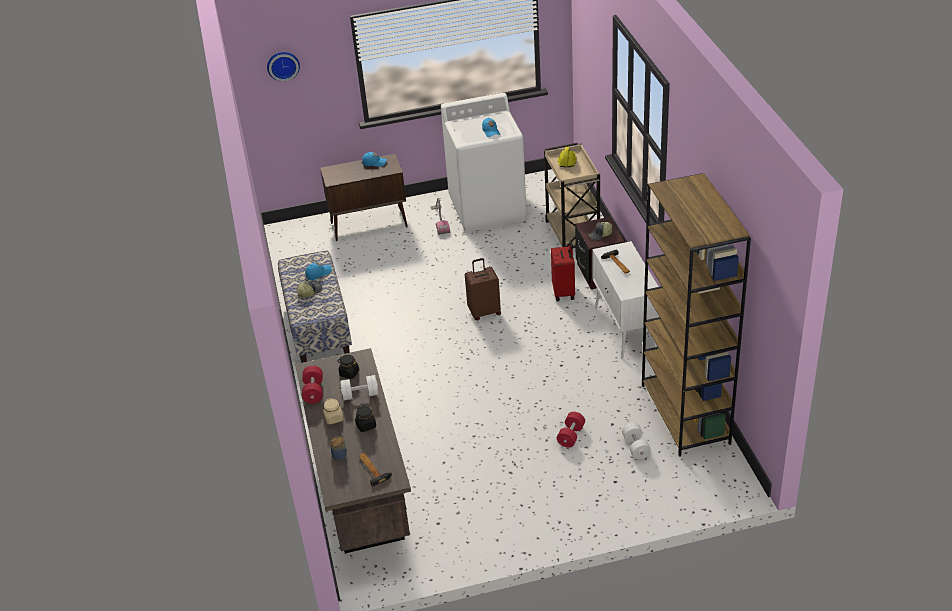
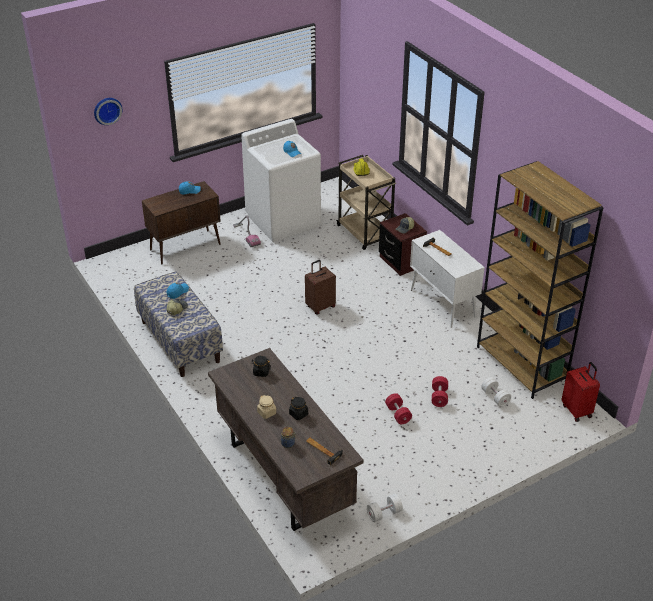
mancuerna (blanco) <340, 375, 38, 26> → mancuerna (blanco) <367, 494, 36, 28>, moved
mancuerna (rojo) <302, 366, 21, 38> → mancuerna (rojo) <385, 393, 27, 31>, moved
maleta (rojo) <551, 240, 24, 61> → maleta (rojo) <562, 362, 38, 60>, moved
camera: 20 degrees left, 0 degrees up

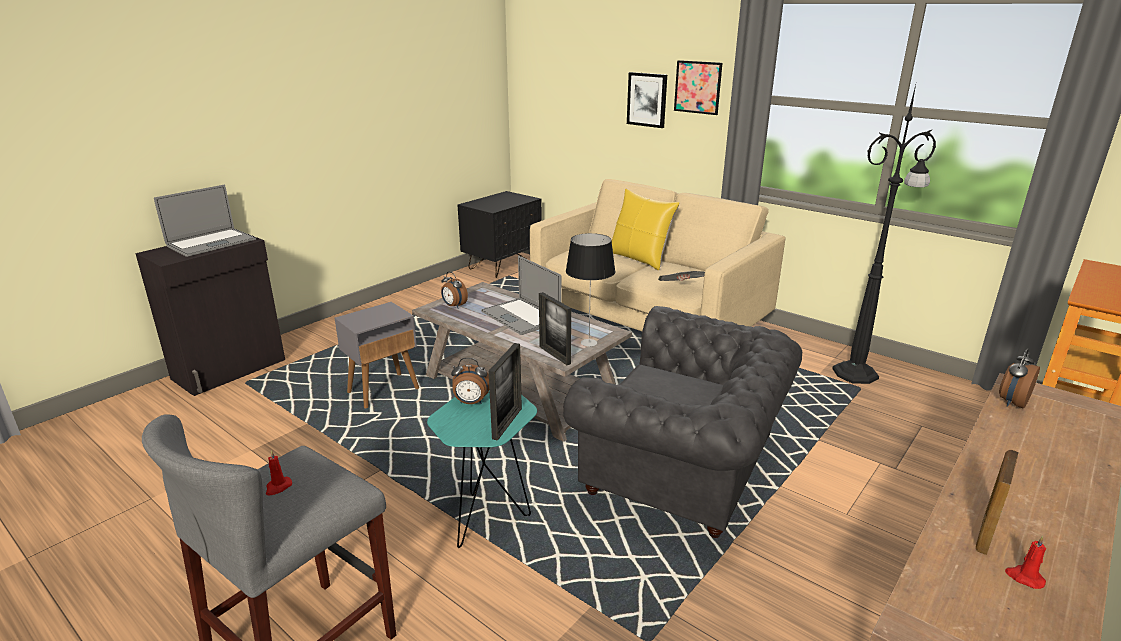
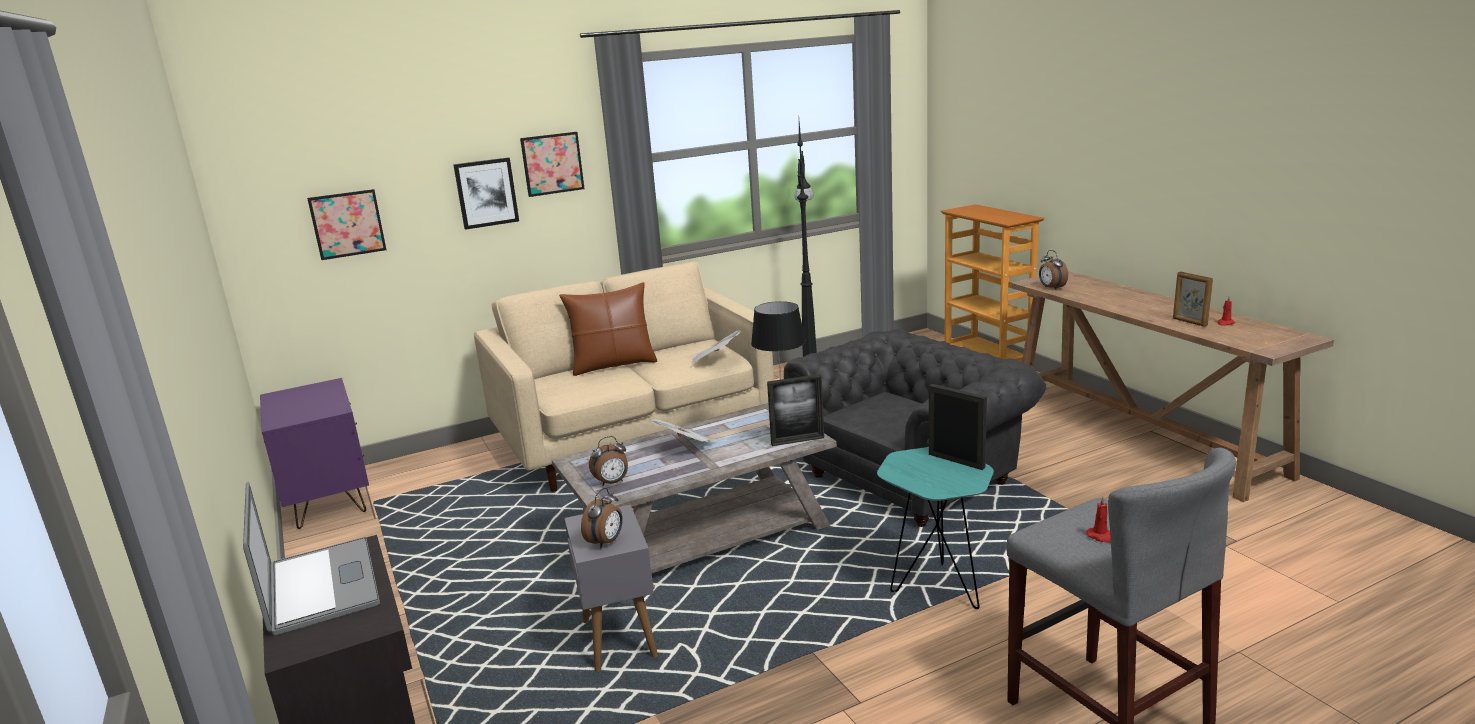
mesita de noche (negro) <458, 191, 84, 87> → mesita de noche (morado) <260, 378, 109, 151>
- → cuadro <307, 189, 79, 71>
cojín (amarillo) <612, 189, 67, 81> → cojín (marrón) <559, 282, 98, 94>
despertador <451, 358, 38, 46> → despertador <581, 488, 42, 60>, moved
portátil <481, 256, 81, 79> → periódico <650, 419, 69, 23>
camera: 65 degrees left, 5 degrees down

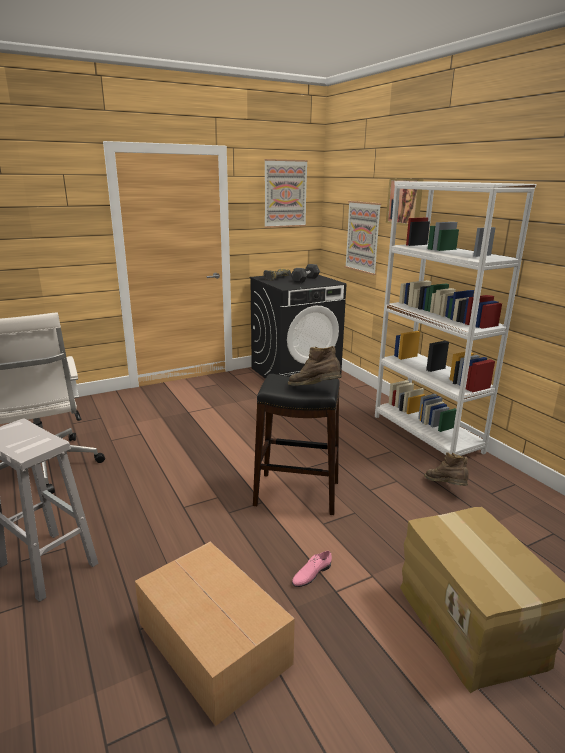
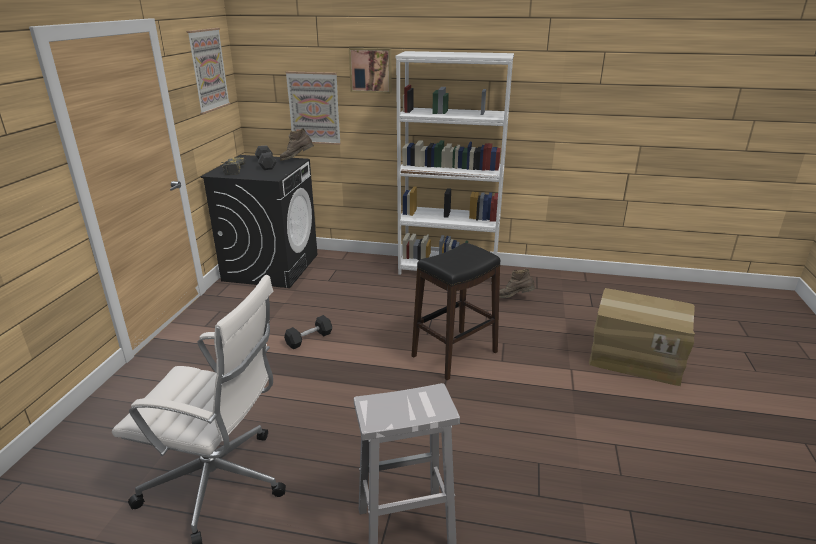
bota (marrón) <288, 346, 54, 40> → bota (marrón) <280, 128, 34, 33>, moved
- → mancuerna (negro) <284, 315, 48, 34>
caja de cartón <135, 542, 160, 184> → -
zapato (rosa) <292, 551, 40, 36> → -
camera: 50 degrees left, 5 degrees up

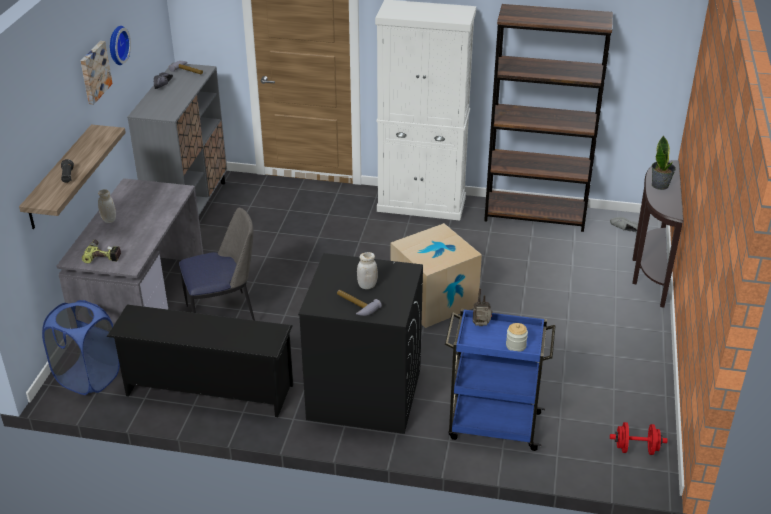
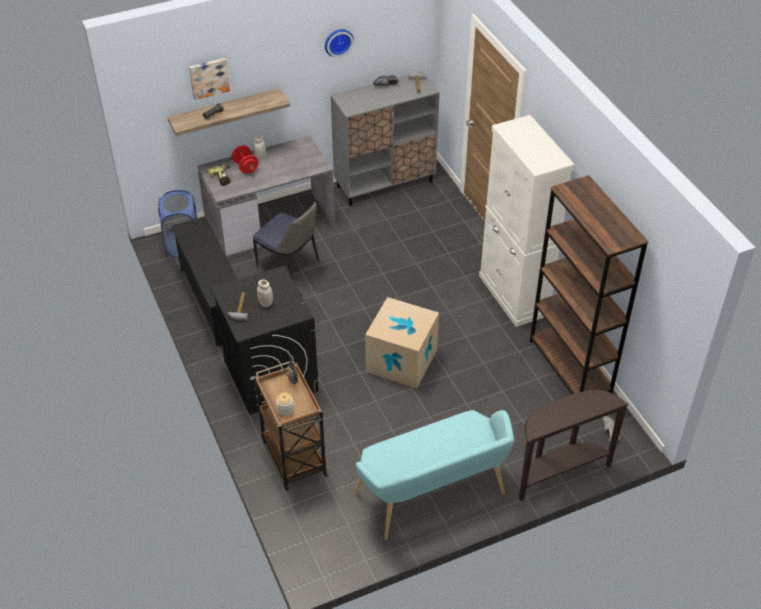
cuadro <81, 41, 32, 64> → cuadro <189, 58, 41, 42>, moved
mancuerna (rojo) <610, 422, 57, 33> → mancuerna (rojo) <232, 145, 26, 28>, moved
carrito (azul) <445, 309, 110, 142> → carrito (marrón) <254, 361, 74, 130>
- → banco (turquesa) <354, 410, 161, 130>
planta en maceta <652, 135, 24, 55> → -
camera: 55 degrees right, 10 degrees up

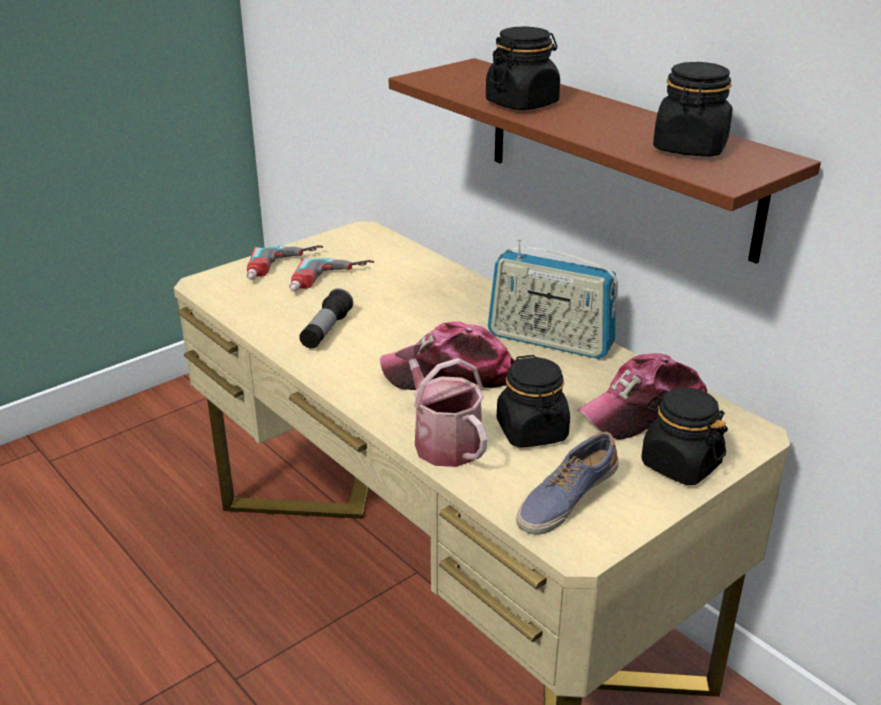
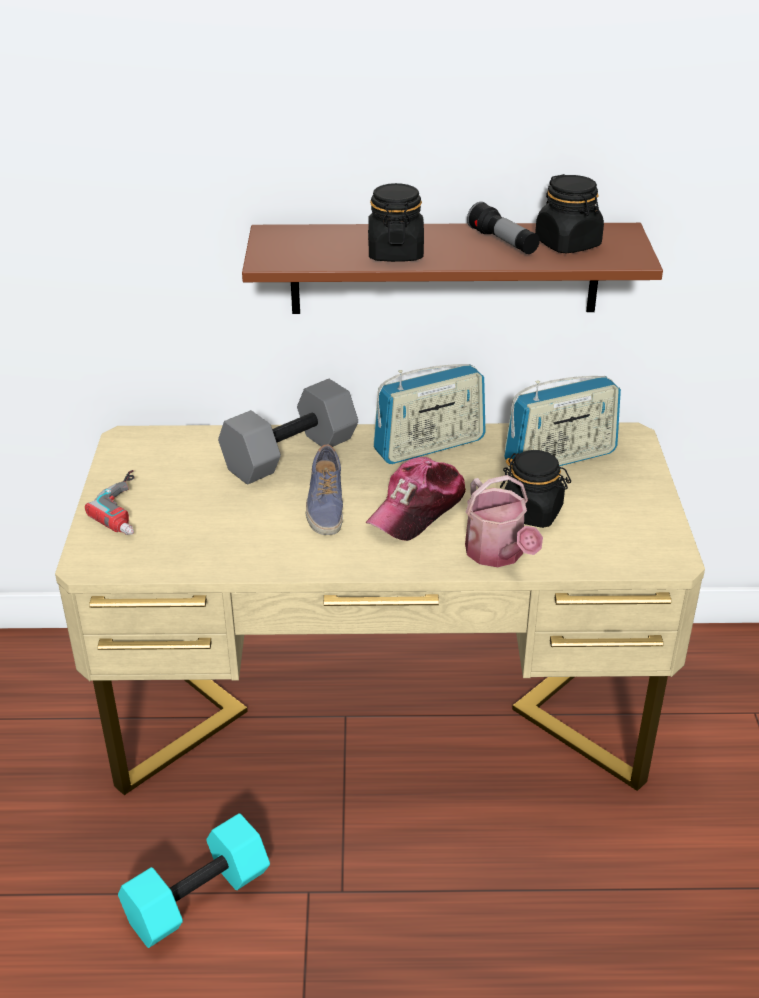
- → mancuerna (turquesa) <118, 813, 152, 135>
- → mancuerna (gris) <218, 379, 140, 106>
zapato <516, 432, 103, 103> → zapato <305, 444, 38, 91>, moved
regadera <395, 344, 92, 123> → regadera <465, 475, 78, 92>, 120 degrees counterclockwise
linterna <299, 288, 54, 61> → linterna <467, 202, 73, 52>, moved
gorra <577, 353, 130, 86> → radio <504, 376, 117, 90>
taladro <289, 258, 85, 34> → -
tarro (negro) <641, 388, 87, 97> → -
camera: 50 degrees left, 5 degrees up

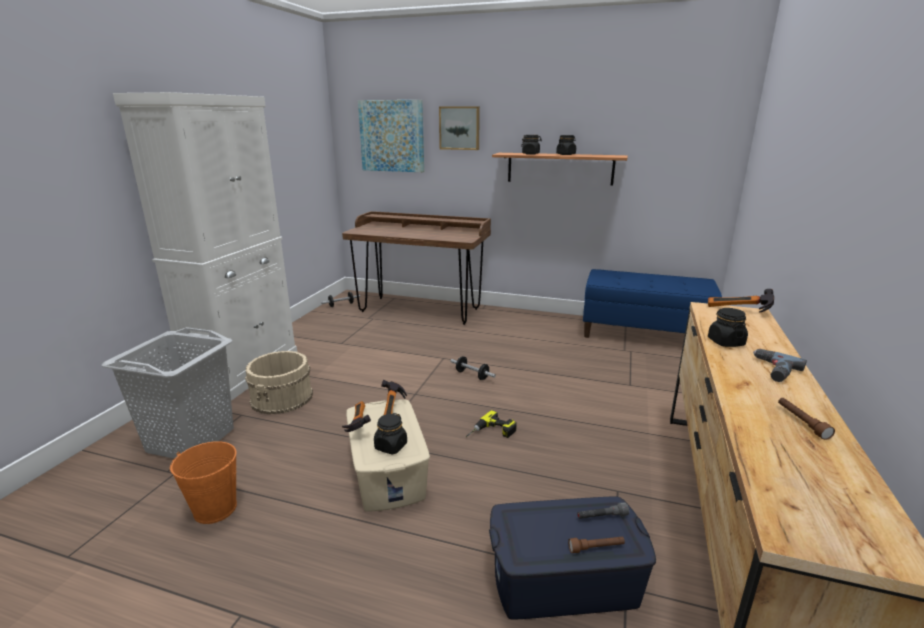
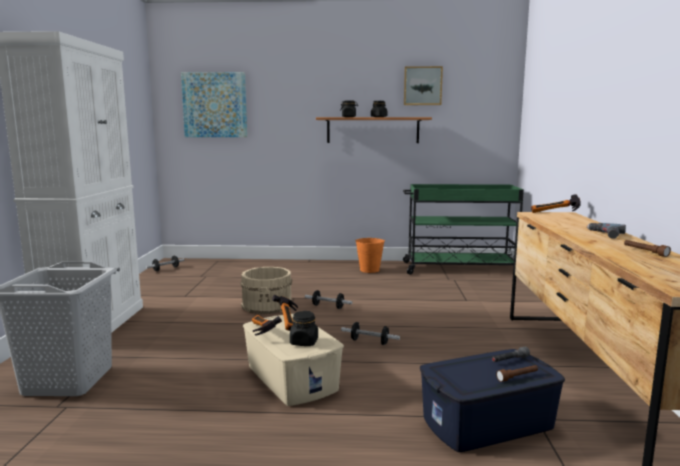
cubo (beis) <245, 351, 68, 64> → cubo (beis) <240, 267, 53, 47>, moved
taladro <466, 410, 51, 28> → mancuerna <341, 322, 59, 23>
cubo (naranja) <170, 441, 67, 83> → cubo (naranja) <355, 238, 30, 35>, moved
banco (azul) <583, 269, 139, 69> → carrito (verde) <403, 184, 121, 90>
cuadro <439, 106, 41, 44> → cuadro <404, 66, 39, 39>, moved
escritorio (marrón) <342, 211, 149, 114> → -
tarro (negro) <708, 308, 40, 39> → -
camera: 15 degrees left, 10 degrees down

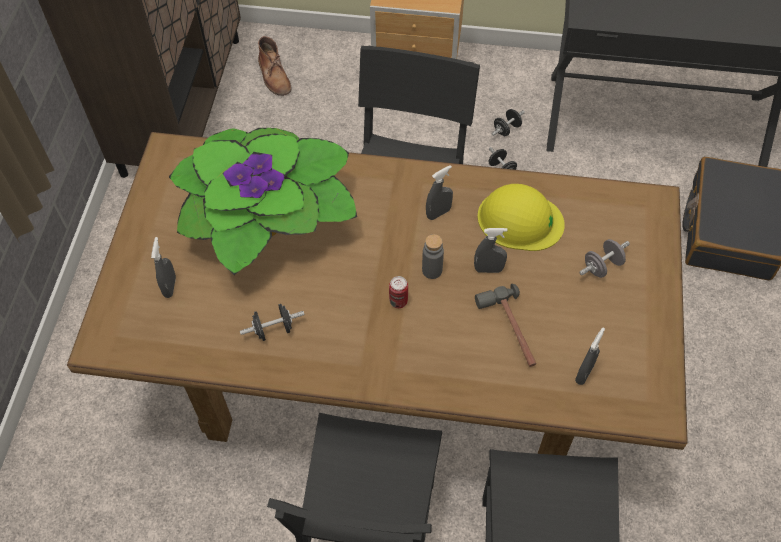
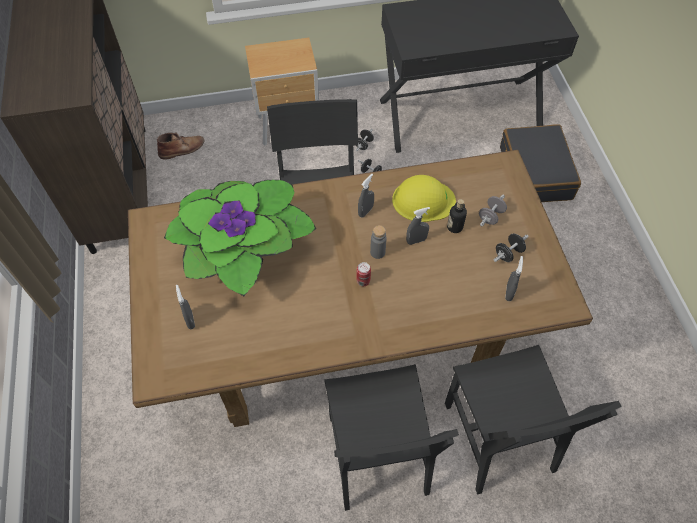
bota (marrón) <258, 36, 33, 60> → bota (marrón) <157, 132, 48, 27>, 75 degrees counterclockwise
- → botella <447, 199, 20, 34>
mancuerna (negro) <240, 304, 65, 37> → mancuerna (negro) <494, 233, 35, 29>, moved
martillo <475, 284, 61, 83> → -
camera: 20 degrees left, 0 degrees up

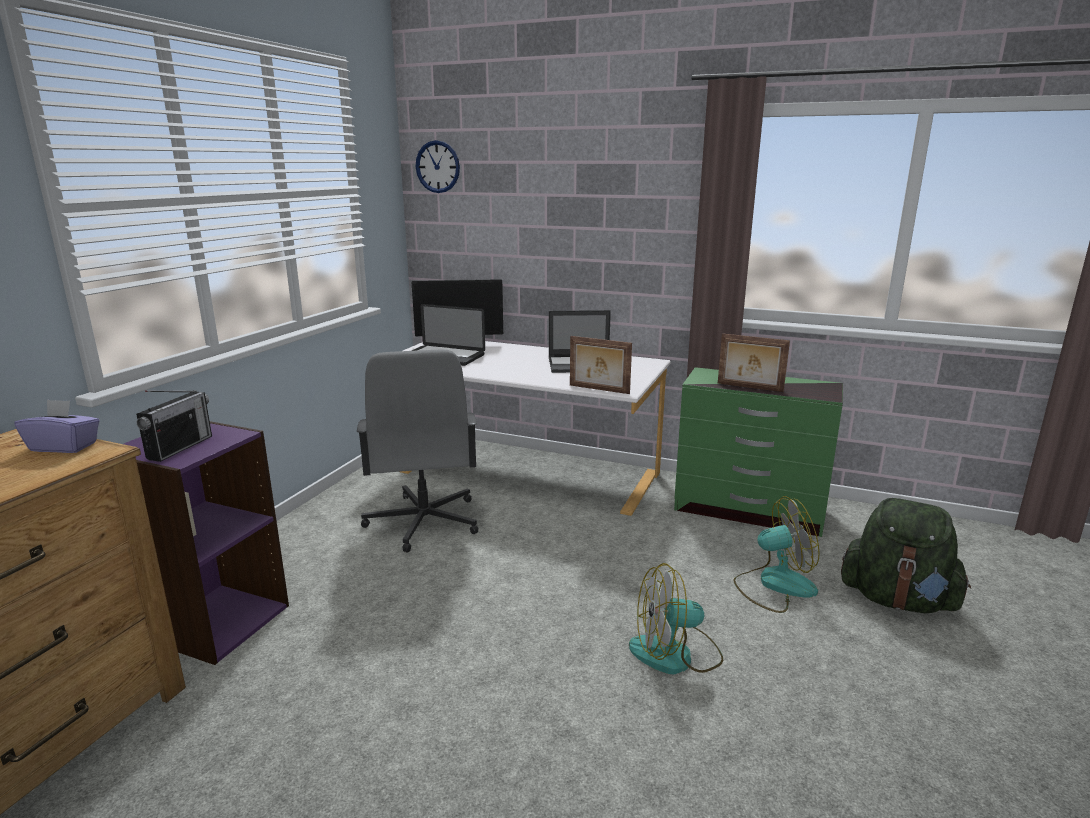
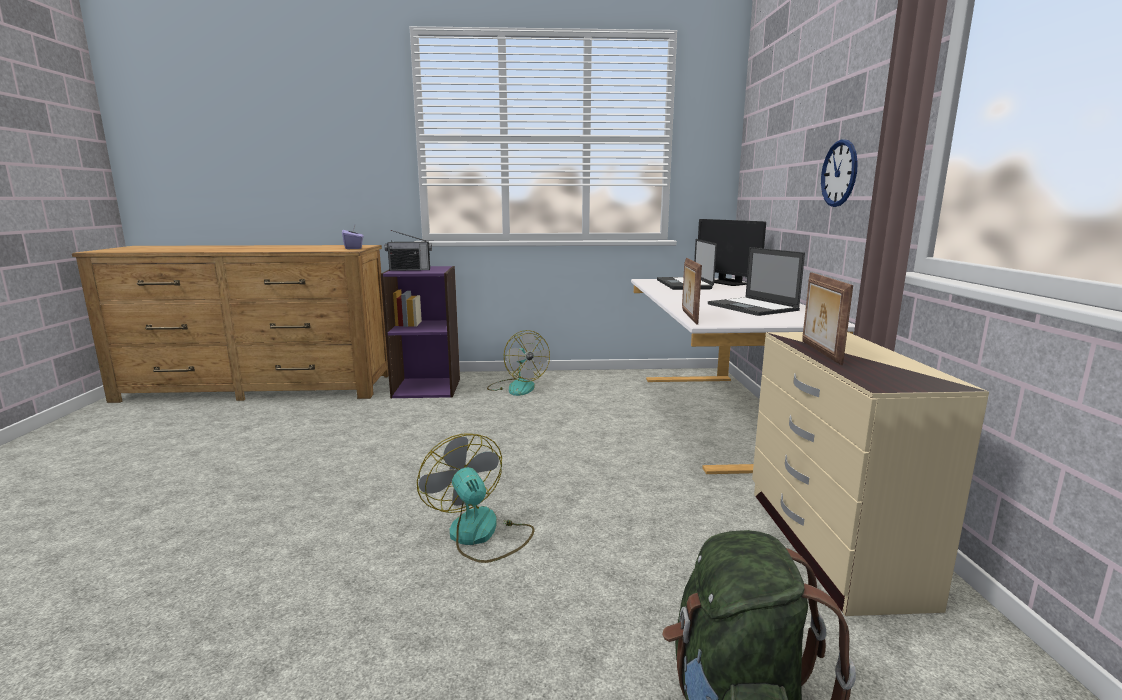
ventilador <733, 496, 87, 117> → ventilador <487, 330, 63, 66>, moved
cómoda (verde) <674, 367, 169, 170> → cómoda (beis) <752, 332, 237, 284>
reloj de pared <416, 140, 44, 53> → reloj de pared <821, 139, 37, 68>, moved
silla de oficina (gris) <357, 350, 122, 203> → -
camera: 65 degrees right, 5 degrees down

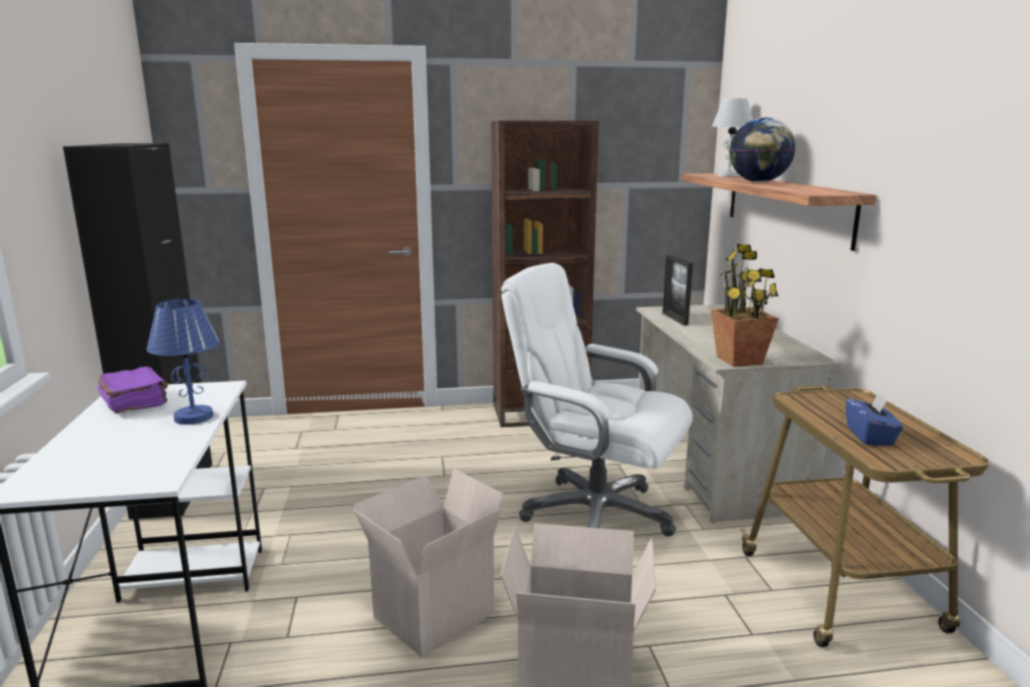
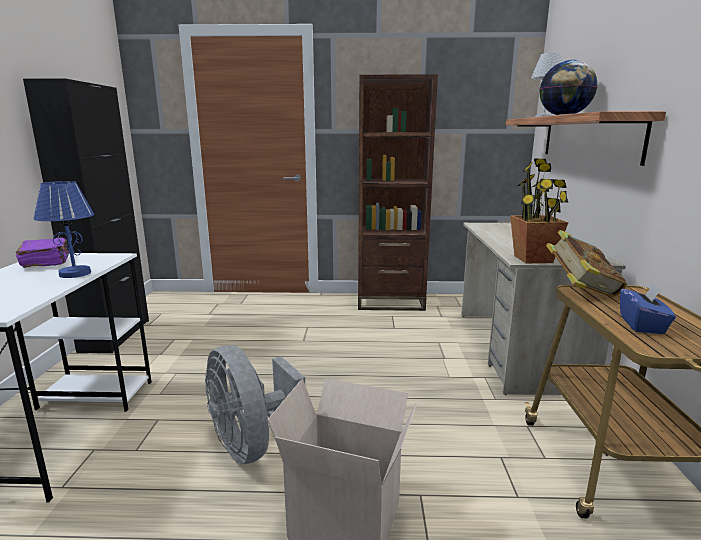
caja de cartón <352, 468, 151, 190> → ventilador (gris) <205, 345, 100, 119>
- → libro <546, 230, 81, 67>
silla de oficina (blanco) <501, 263, 192, 274> → -
portarretratos <663, 255, 30, 71> → -
camera: 10 degrees right, 0 degrees up

